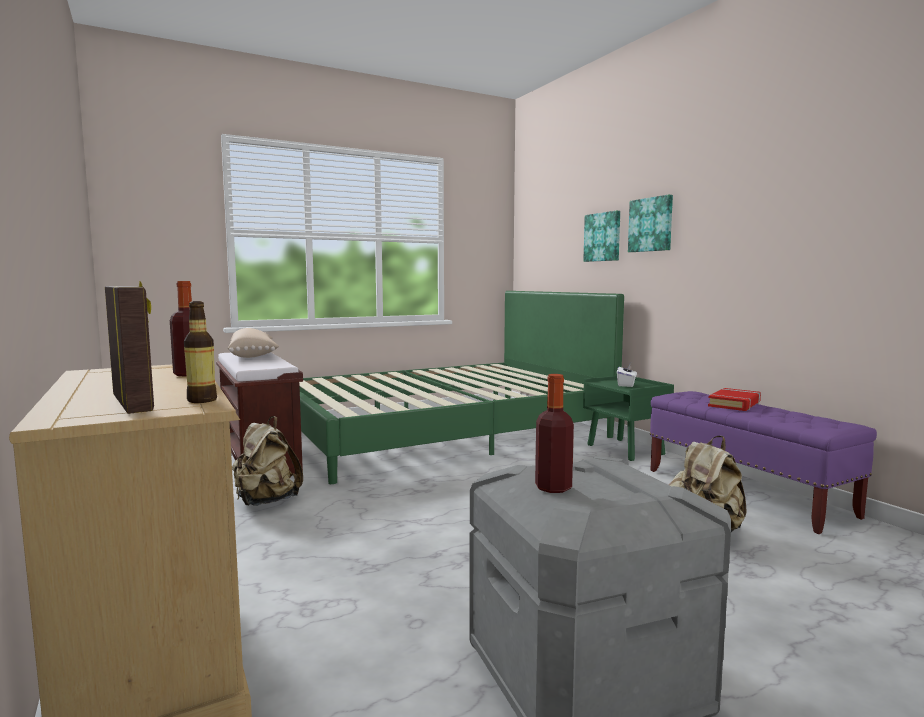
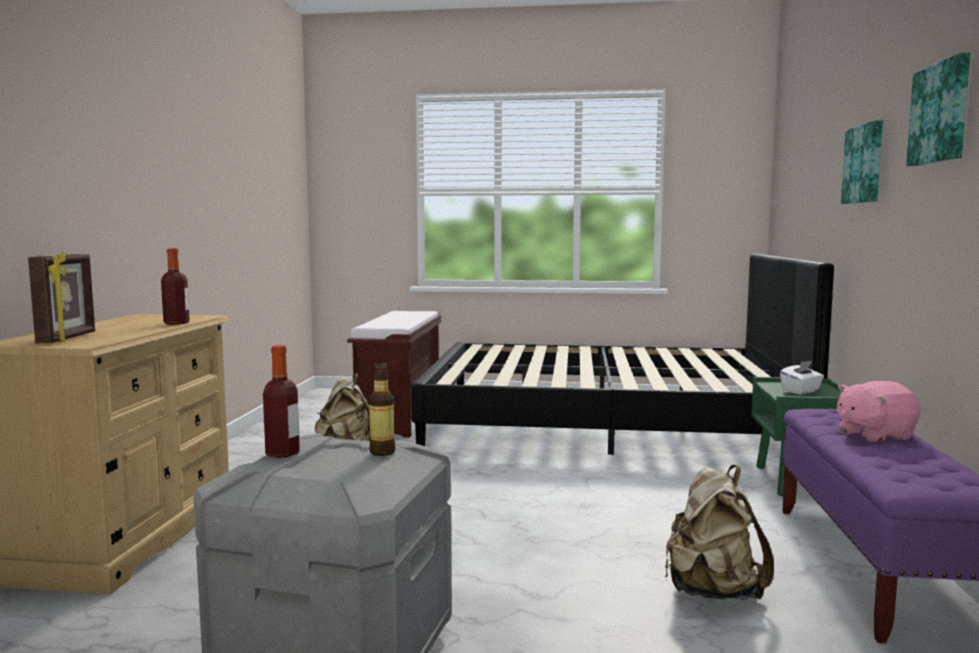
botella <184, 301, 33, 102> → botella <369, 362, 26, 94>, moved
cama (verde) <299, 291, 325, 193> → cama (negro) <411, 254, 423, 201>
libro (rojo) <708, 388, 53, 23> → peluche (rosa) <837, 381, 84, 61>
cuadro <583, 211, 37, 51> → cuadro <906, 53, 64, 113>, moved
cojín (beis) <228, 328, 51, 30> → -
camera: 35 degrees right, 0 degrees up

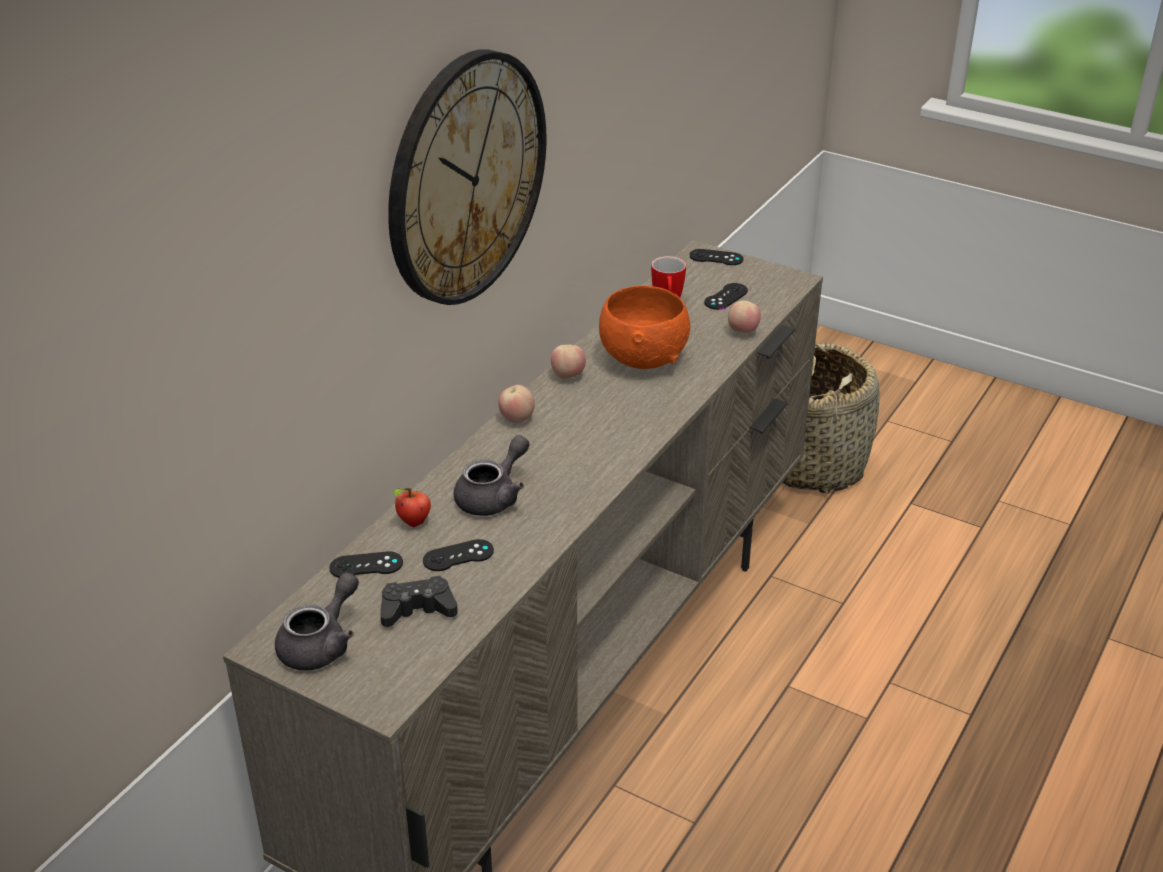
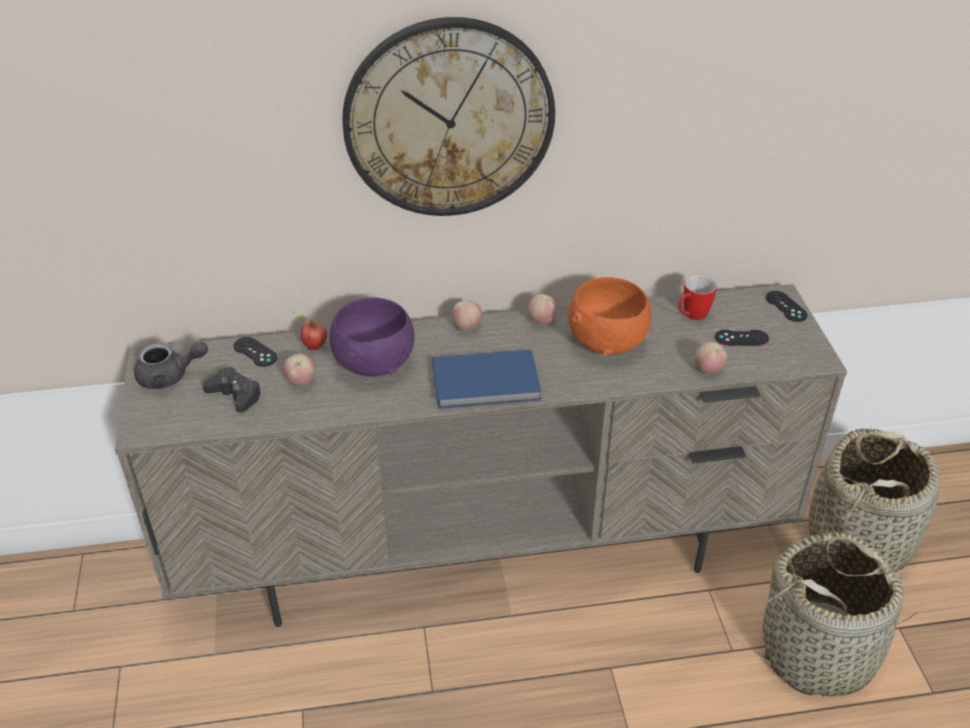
mando de consola (negro) <423, 539, 71, 32> → manzana <283, 354, 32, 32>
tetera (gris) <454, 435, 76, 81> → cuenco (morado) <329, 297, 86, 79>
- → libro (azul) <433, 350, 109, 59>
- → cesta <750, 532, 169, 164>
camera: 50 degrees right, 5 degrees up

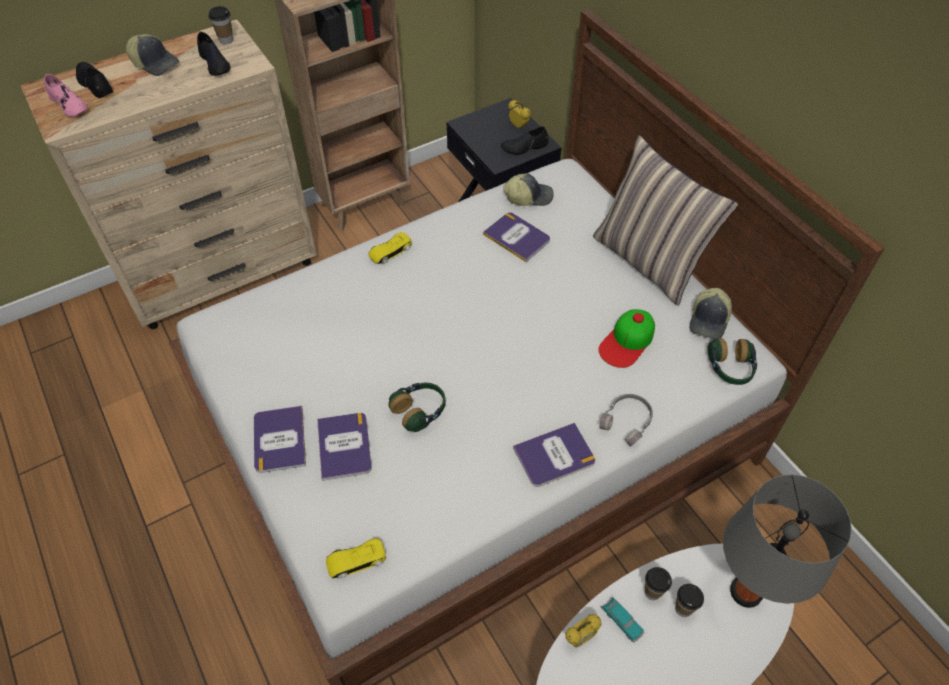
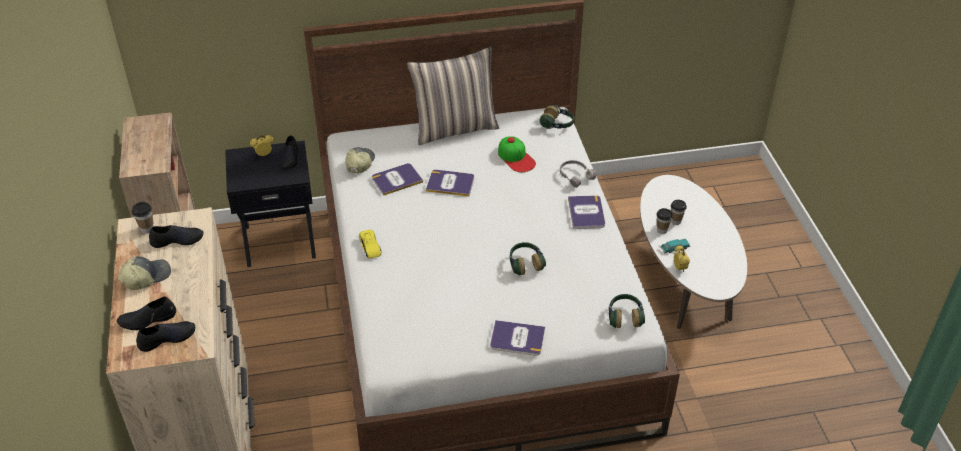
zapato (rosa) <44, 74, 44, 43> → zapato (negro) <136, 321, 59, 31>
libro <317, 413, 55, 68> → libro <426, 170, 48, 26>, moved
coche de juguete (amarillo) <326, 538, 60, 41> → auriculares <609, 294, 36, 34>
gorra <689, 288, 43, 51> → -
lámpara de mesa (gris) <723, 474, 129, 134> → -
camera: 70 degrees left, 10 degrees down

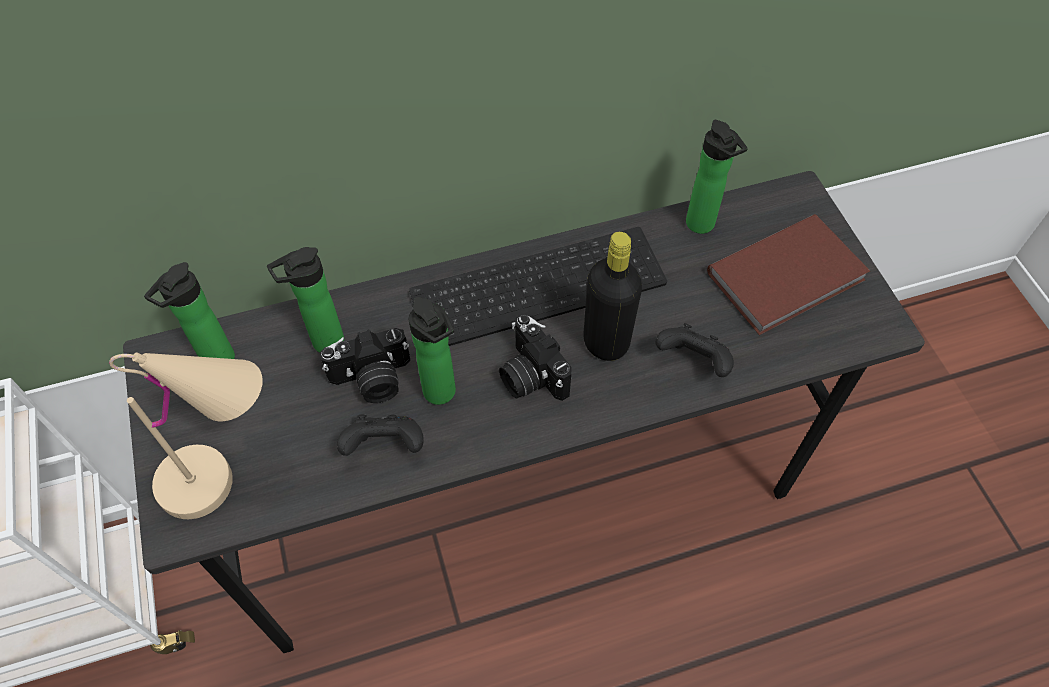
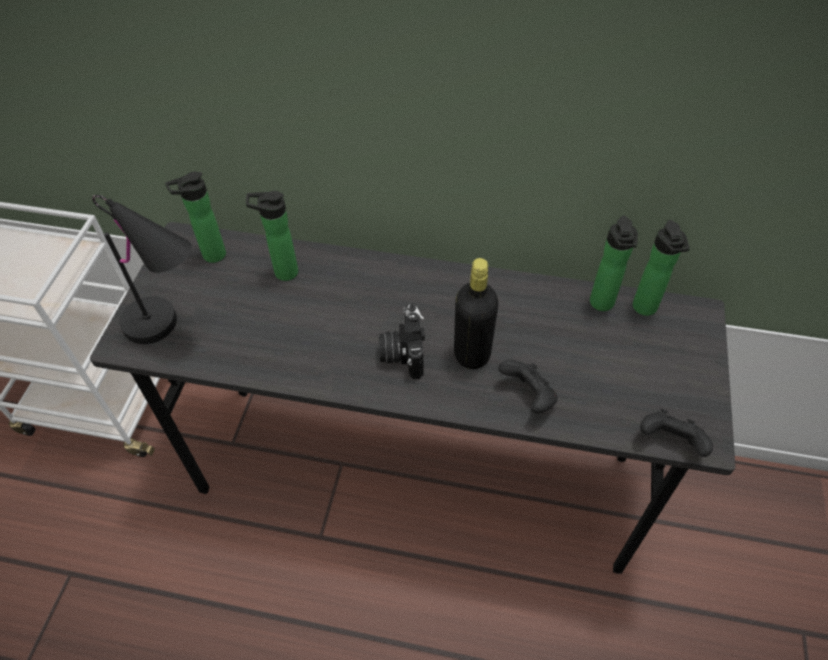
lámpara de mesa (beis) <109, 352, 154, 167> → lámpara de mesa (negro) <92, 195, 100, 149>
botella <409, 297, 47, 108> → botella <633, 220, 57, 96>, moved
mando de consola (negro) <337, 414, 87, 42> → mando de consola (negro) <640, 409, 73, 48>, moved
cámara <320, 328, 90, 75> → -
teclado <409, 227, 258, 119> → -
libro (marrón) <707, 214, 163, 121> → -
camera: 30 degrees right, 5 degrees down

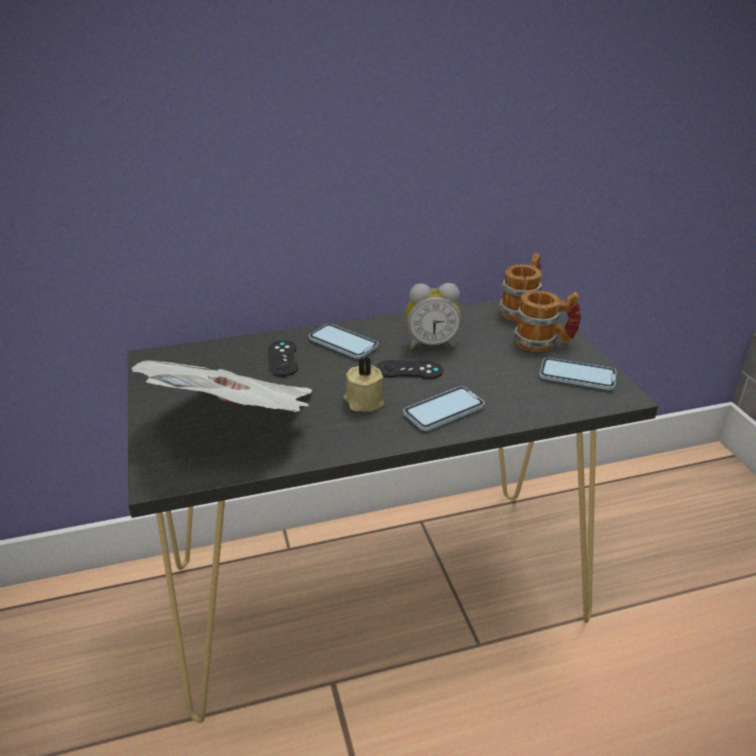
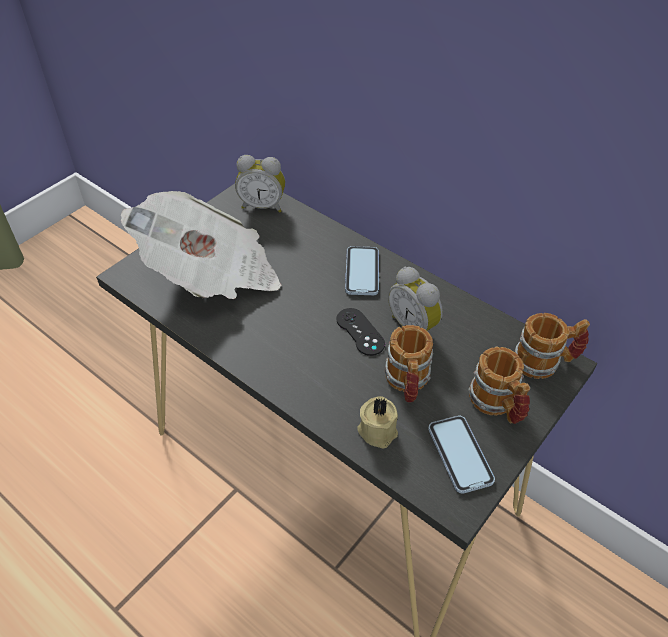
- → despertador <235, 155, 50, 58>
vela (beis) <343, 357, 41, 55> → vela (beis) <357, 396, 41, 52>, moved
- → taza grande <385, 325, 48, 78>
mando de consola (negro) <268, 340, 30, 37> → -
móvil <403, 386, 82, 45> → -
camera: 55 degrees right, 15 degrees up

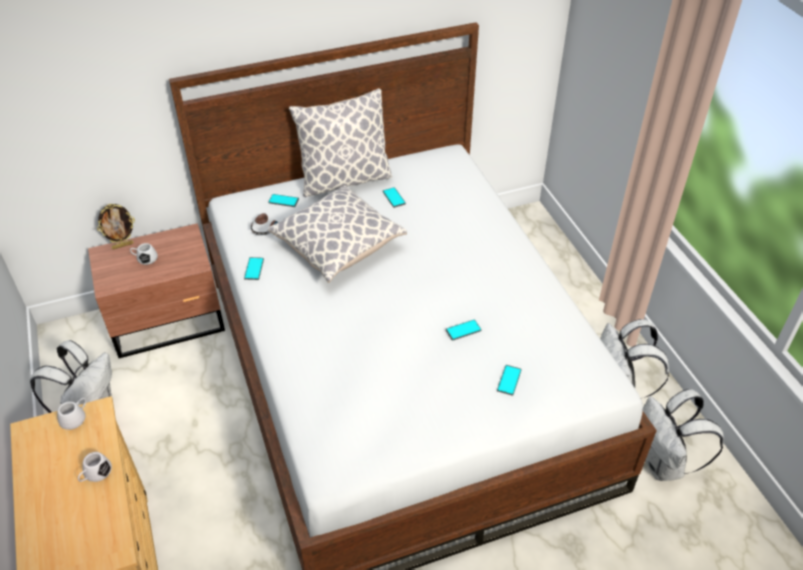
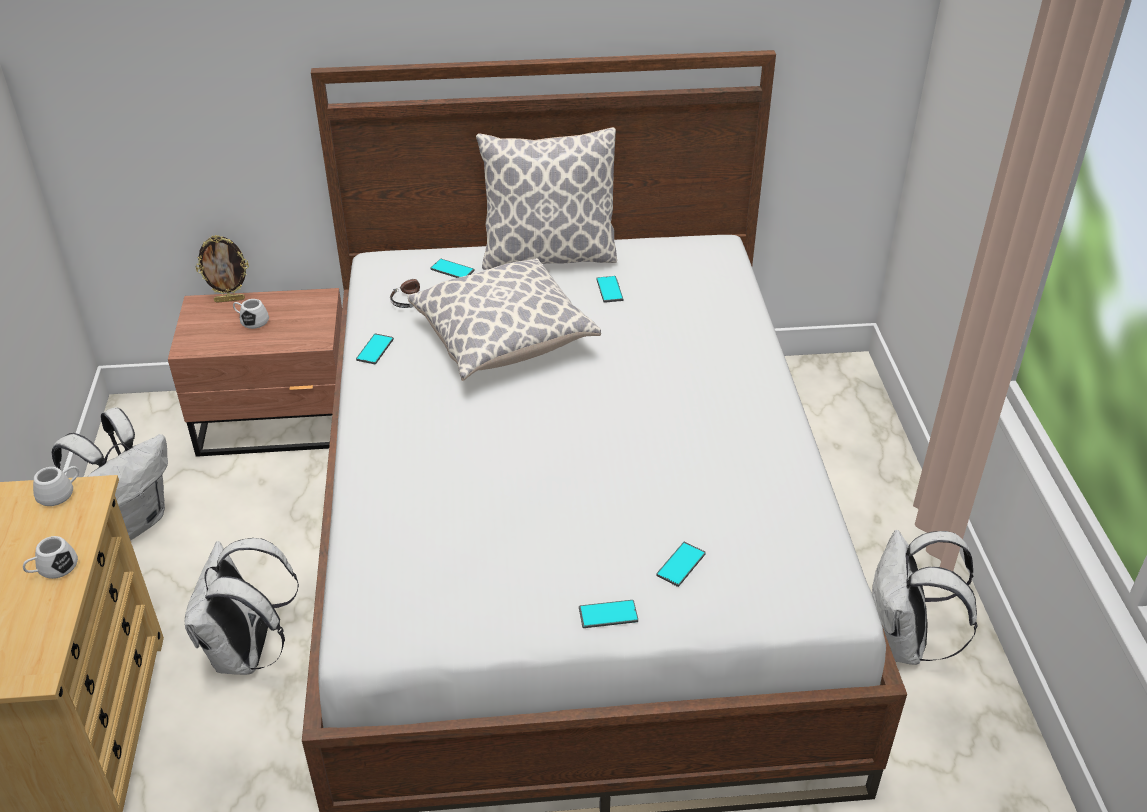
mochila (blanco) <643, 389, 81, 92> → mochila (blanco) <184, 538, 115, 137>, moved
móvil <446, 319, 35, 22> → móvil <579, 600, 59, 28>, moved
camera: 15 degrees right, 5 degrees down

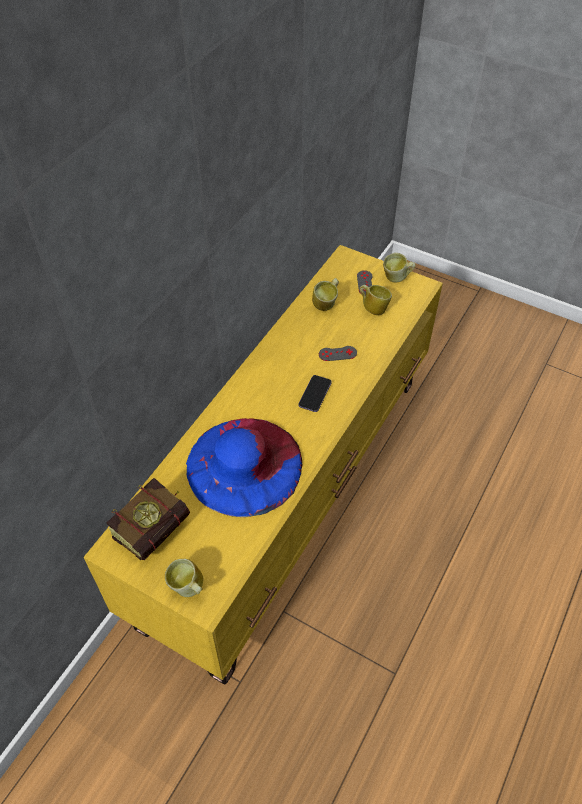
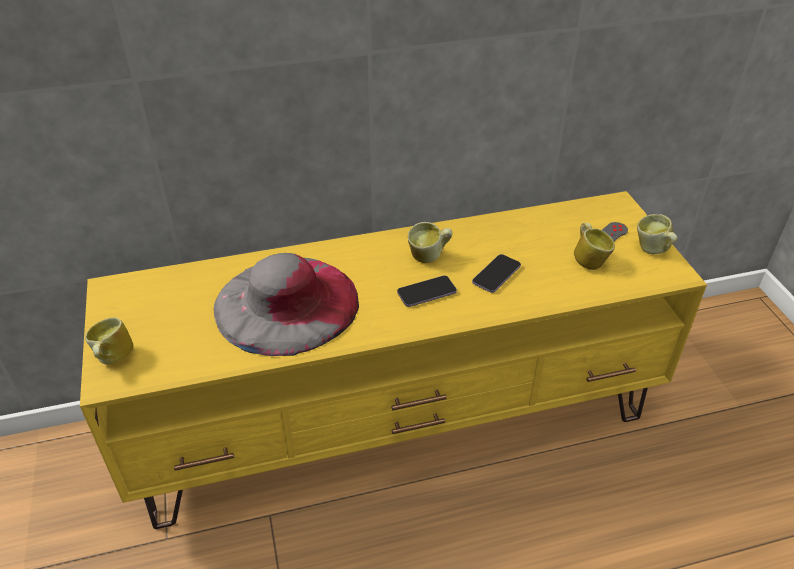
sombrero (azul) <186, 418, 116, 99> → sombrero (gris) <213, 253, 146, 103>
taza grande <312, 278, 27, 33> → taza grande <408, 222, 44, 41>, moved
mando de consola (gris) <319, 346, 38, 15> → móvil <472, 254, 49, 39>
libro <106, 478, 84, 82> → -
camera: 45 degrees right, 10 degrees down

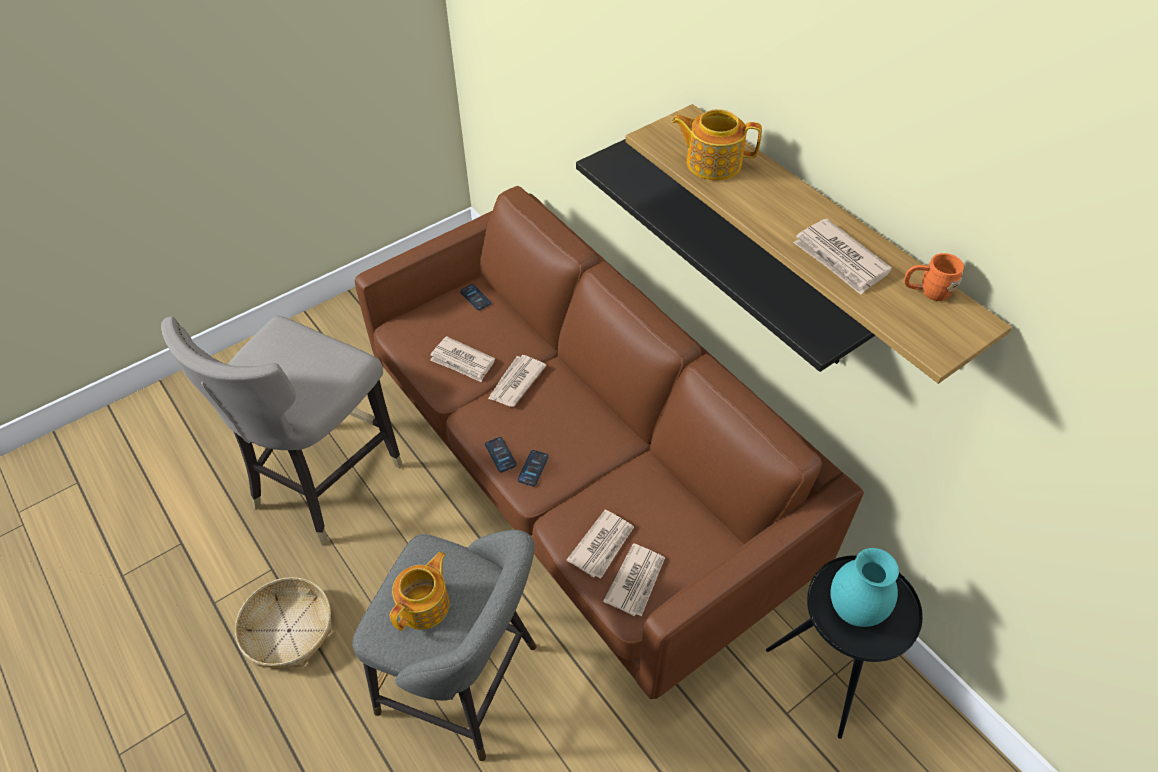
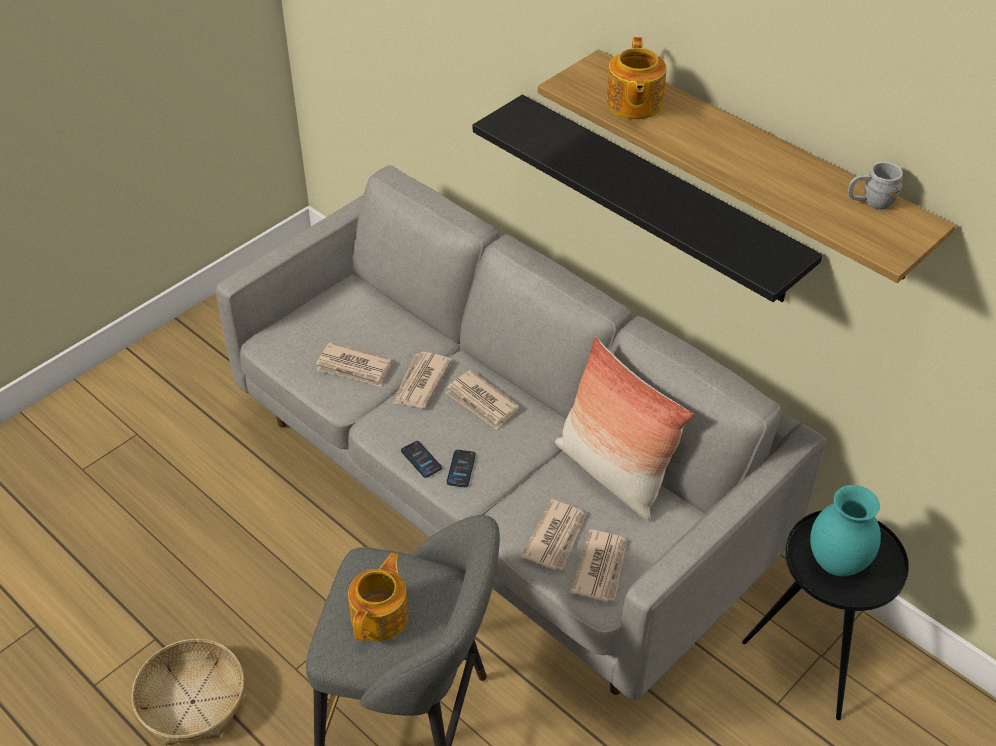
sofá (marrón) <355, 186, 509, 513> → sofá (gris) <216, 165, 611, 535>
periódico <793, 218, 99, 77> → periódico <445, 370, 75, 60>, moved
- → cojín <555, 337, 138, 183>
tetera <672, 109, 90, 72> → tetera <606, 37, 61, 82>, 90 degrees counterclockwise
taza grande (naranja) <904, 253, 60, 48> → taza grande (gris) <848, 162, 55, 47>
taburete (gris) <161, 316, 242, 229> → -
móvil <460, 284, 31, 26> → -
camera: 10 degrees left, 5 degrees down

